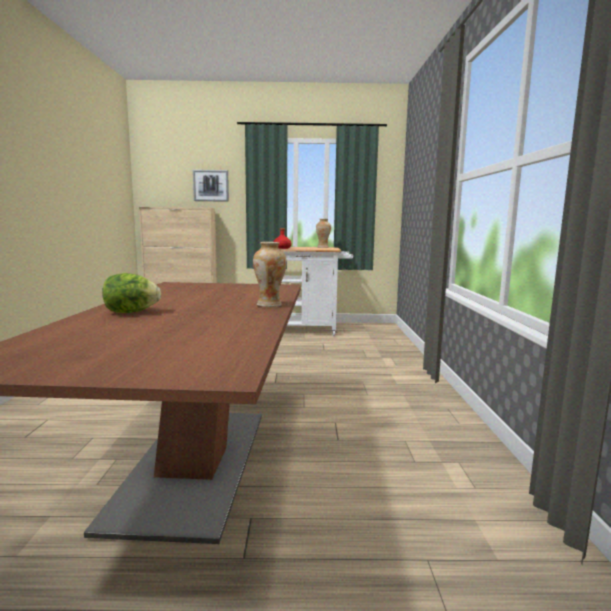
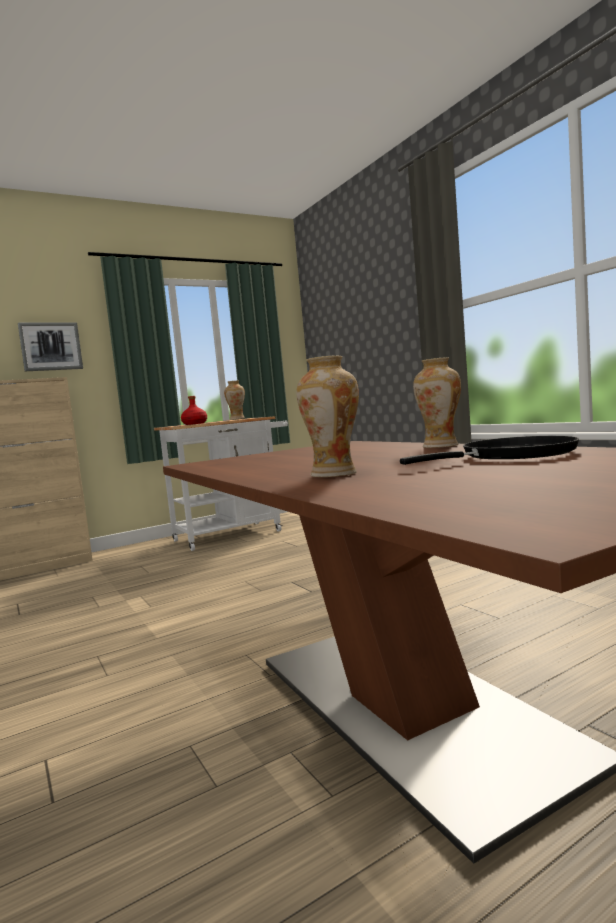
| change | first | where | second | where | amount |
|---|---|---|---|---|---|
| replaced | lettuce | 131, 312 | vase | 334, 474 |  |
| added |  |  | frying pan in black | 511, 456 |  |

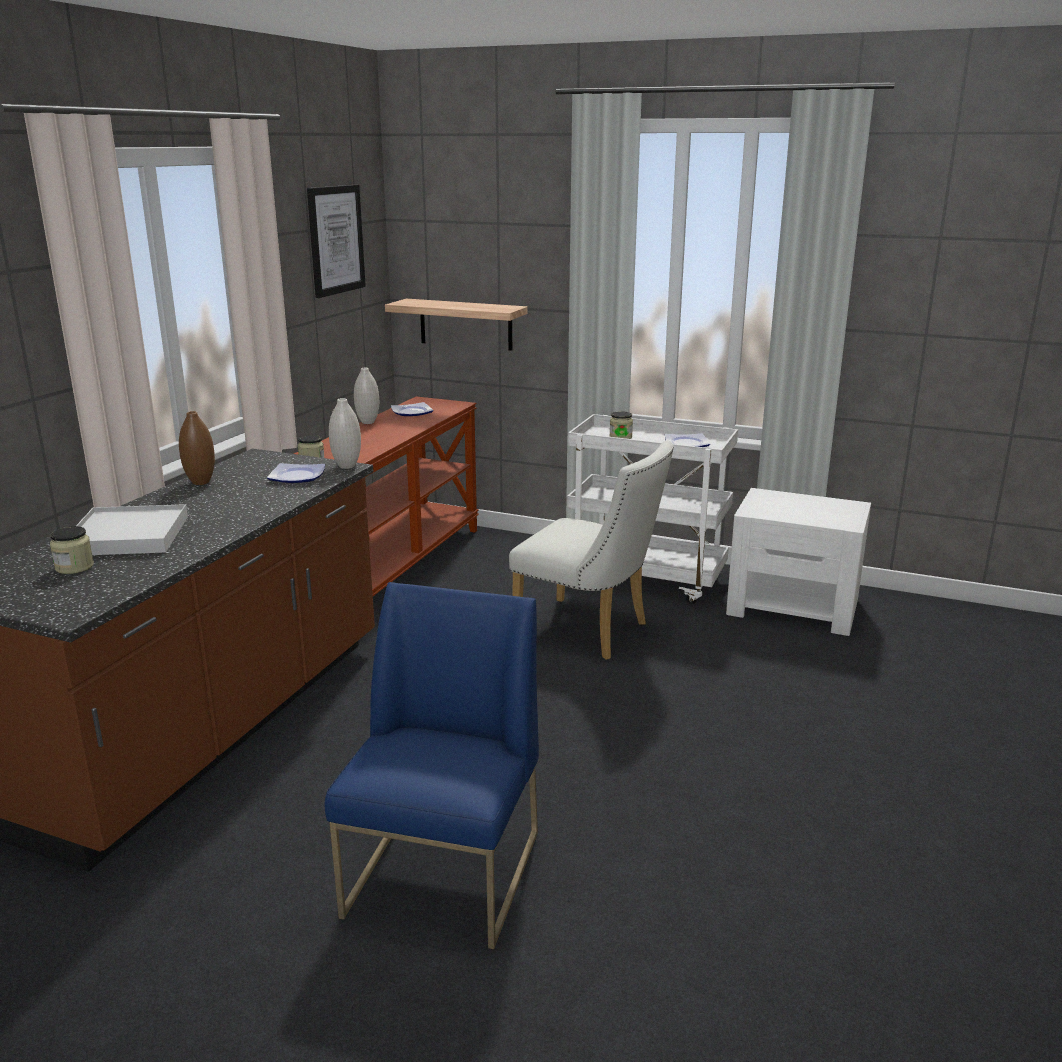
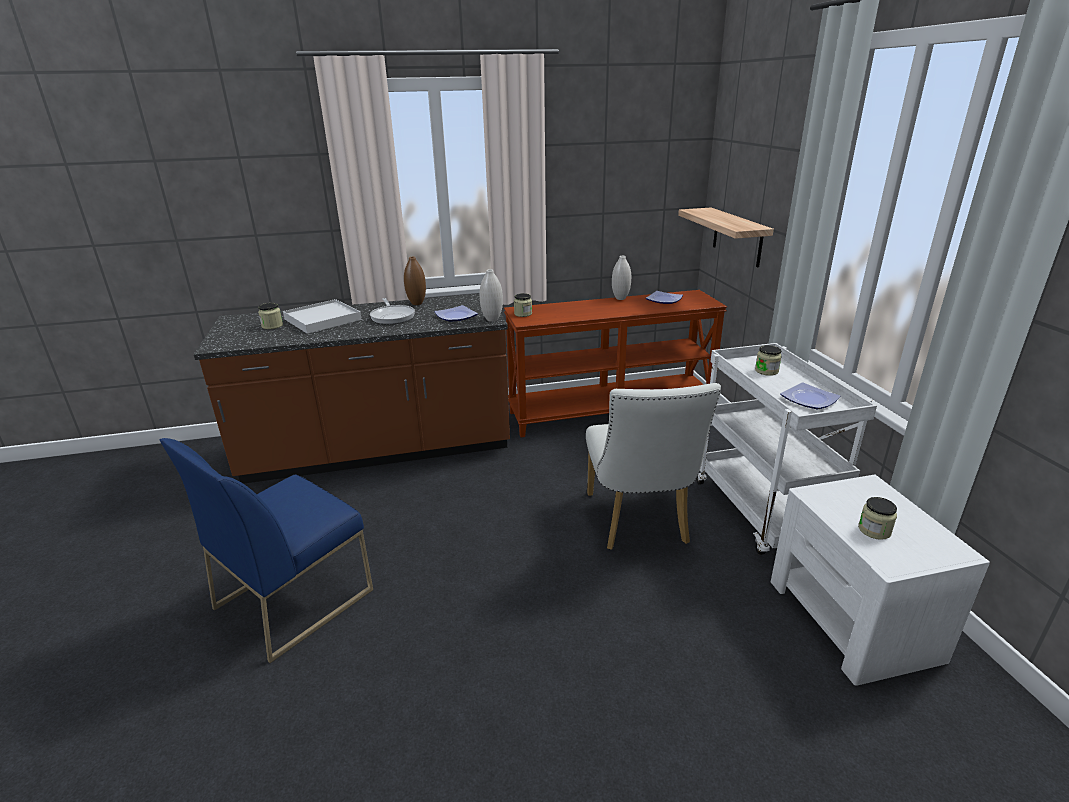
| change | first | where | second | where | amount |
|---|---|---|---|---|---|
| turned | chair in blue | 445, 875 |  | 294, 597 | 150 degrees clockwise |
| added |  |  | frying pan | 392, 316 |  |
| added |  |  | jar | 874, 530 |  |
| removed | picture | 336, 240 |  |  |  |

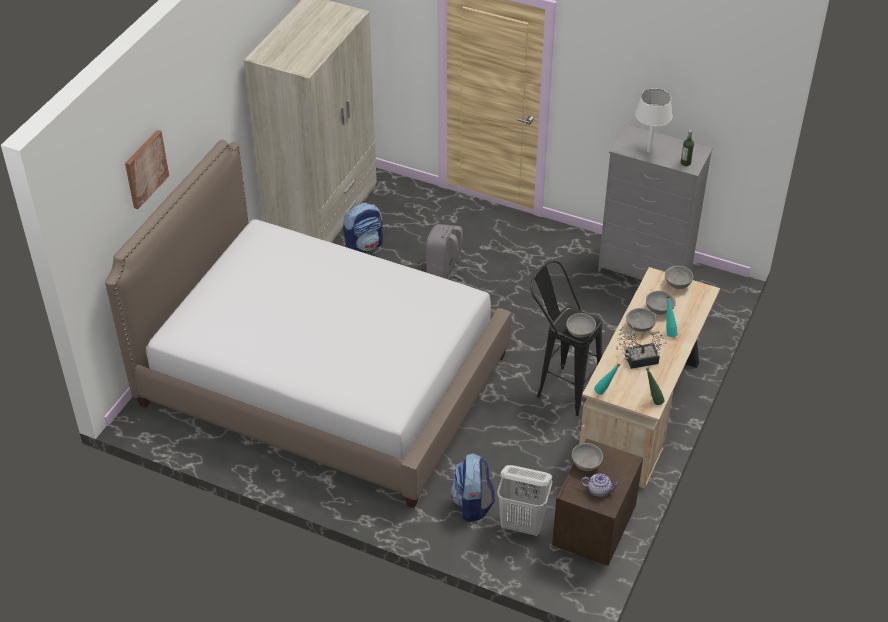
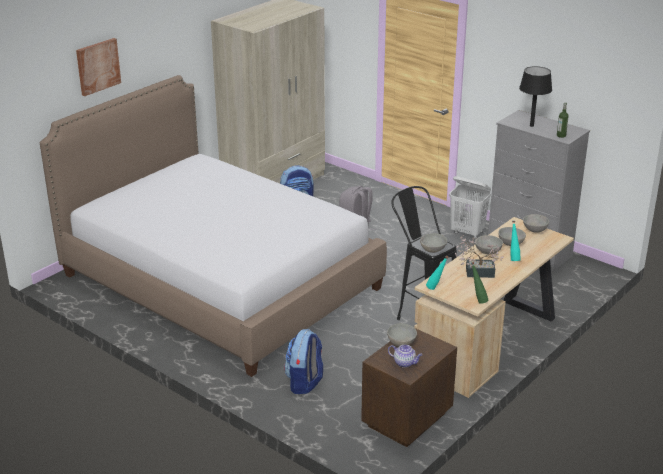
| change | first | where | second | where | amount |
|---|---|---|---|---|---|
| moved | laundry basket in white | 523, 524 |  | 467, 232 |  |
| recoloured | table lamp in white | 649, 151 | table lamp in black | 531, 126 |  |

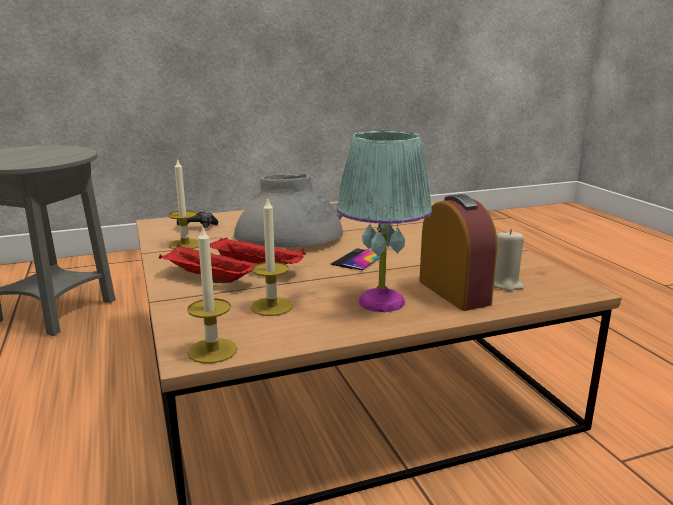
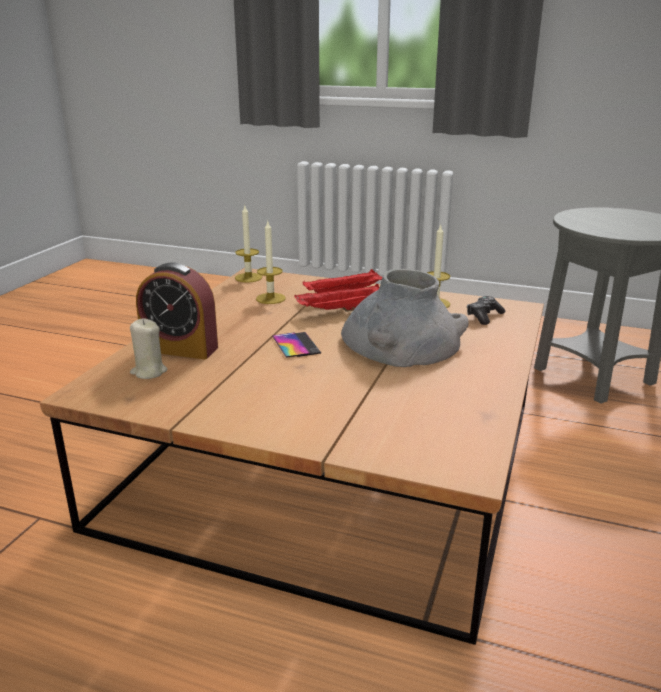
| change | first | where | second | where | amount |
|---|---|---|---|---|---|
| removed | table lamp in turquoise | 380, 302 |  |  |  |

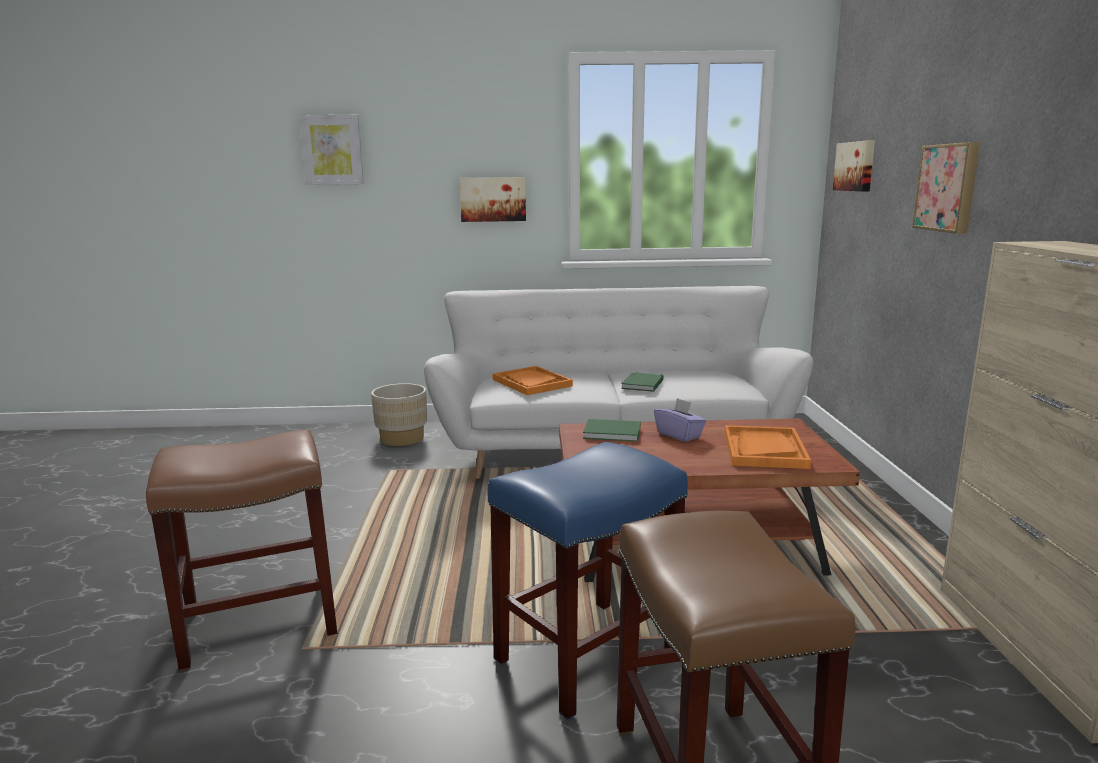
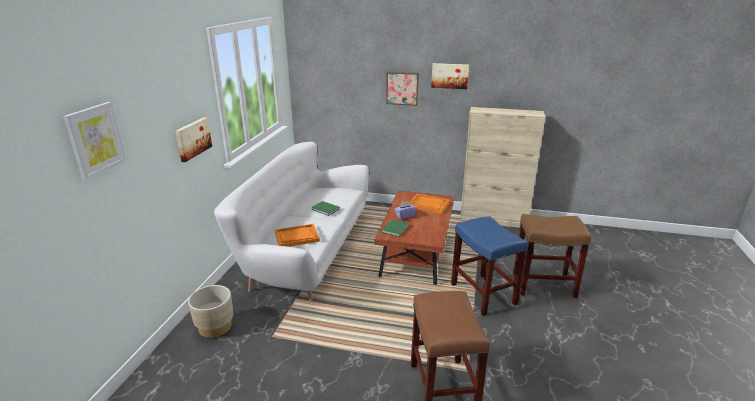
| change | first | where | second | where | amount |
|---|---|---|---|---|---|
| moved | picture | 856, 166 |  | 450, 75 |  |

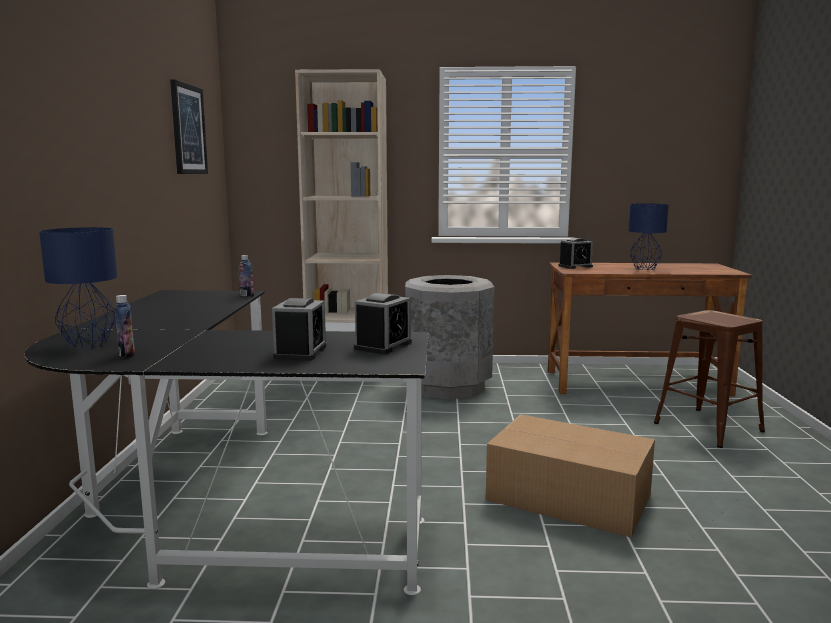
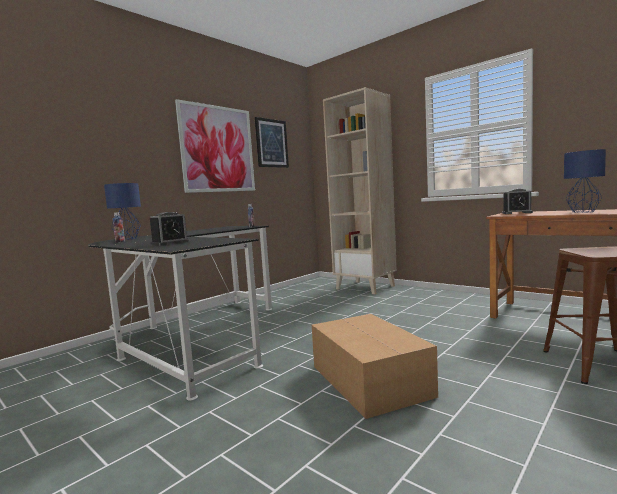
| change | first | where | second | where | amount |
|---|---|---|---|---|---|
| added |  |  | picture | 218, 149 |  |
| removed | alarm clock | 383, 345 |  |  |  |
| removed | trash can in grey | 447, 386 |  |  |  |

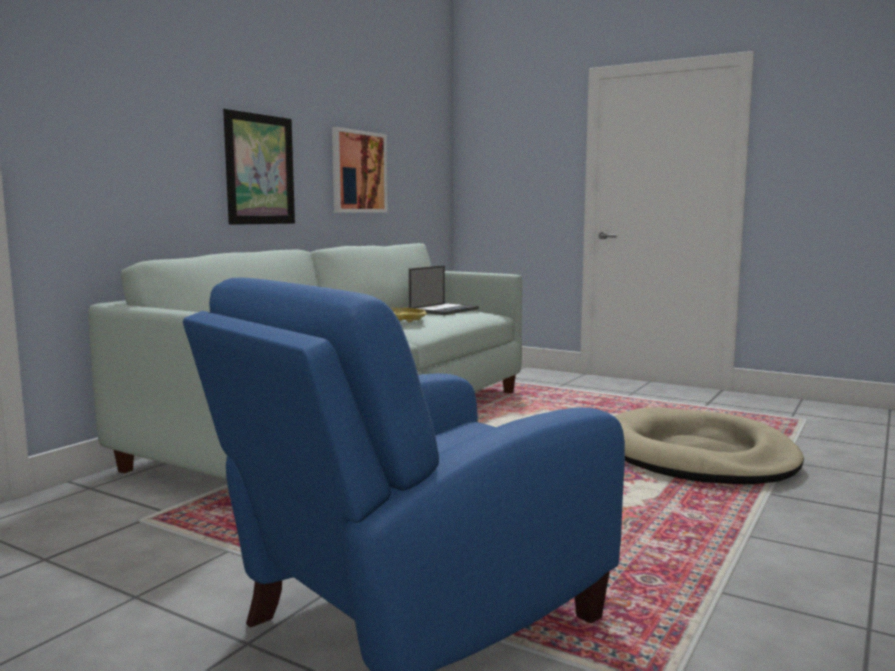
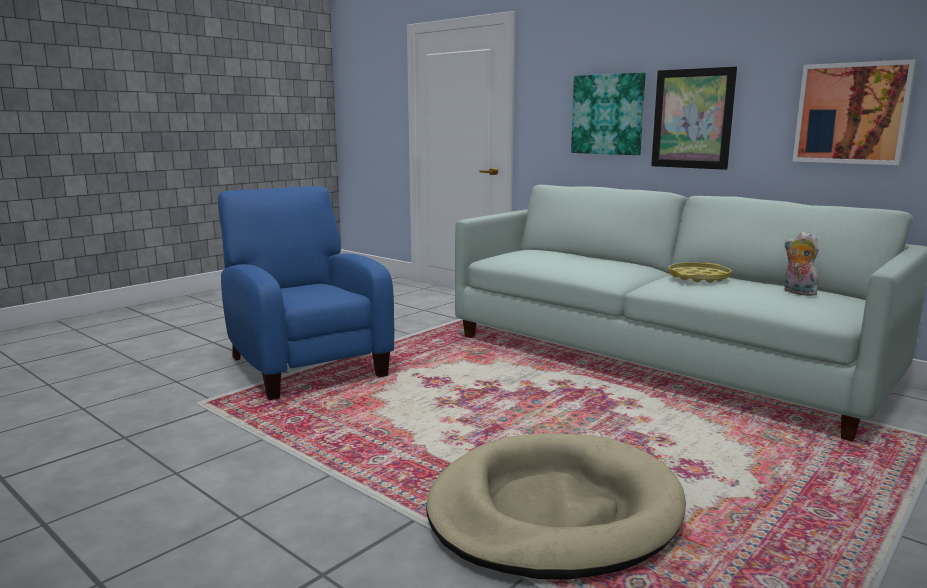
| change | first | where | second | where | amount |
|---|---|---|---|---|---|
| added |  |  | picture | 608, 114 |  |
| replaced | laptop | 444, 310 | plush toy | 797, 292 |  |

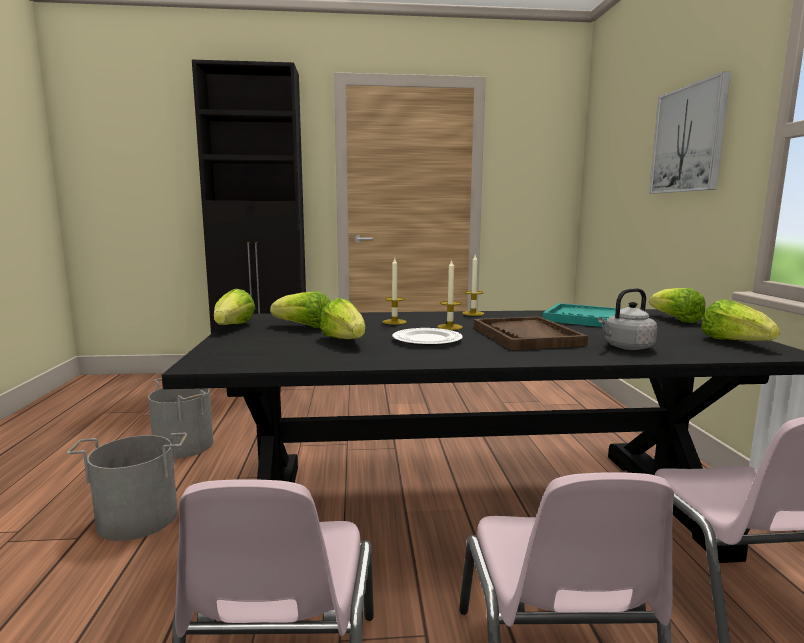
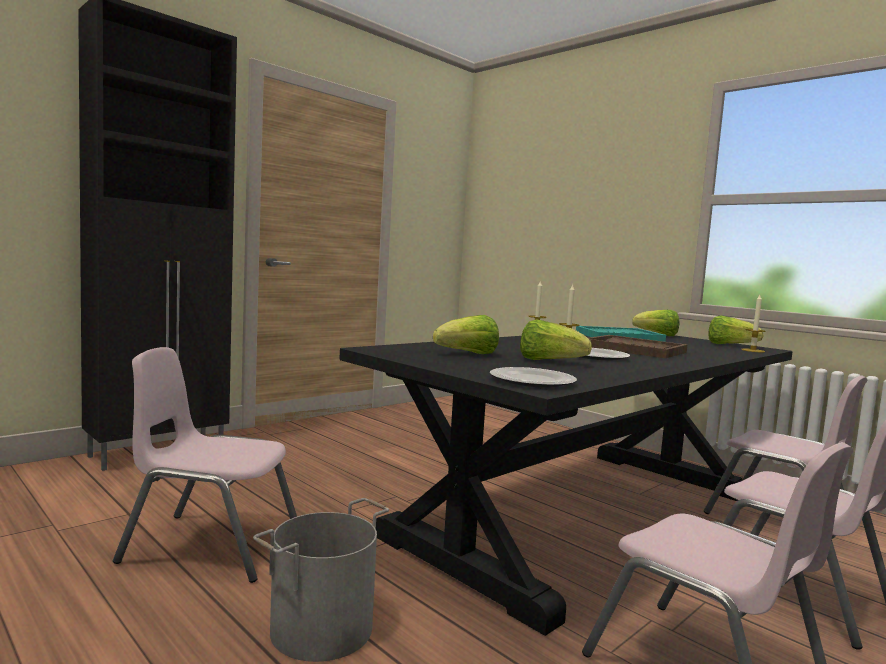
| change | first | where | second | where | amount |
|---|---|---|---|---|---|
| replaced | bucket in grey | 184, 445 | chair in pink | 211, 545 |  |
| added |  |  | plate | 531, 381 |  |
| moved | candle | 394, 322 |  | 753, 350 |  |
| removed | lettuce | 234, 327 |  |  |  |
| removed | kettle in grey | 626, 347 |  |  |  |
| removed | picture | 688, 139 |  |  |  |

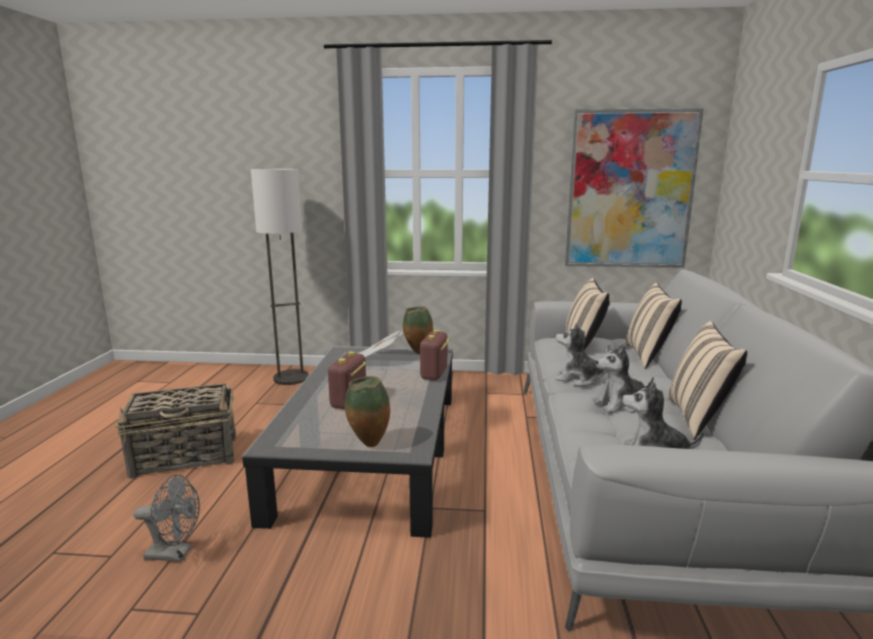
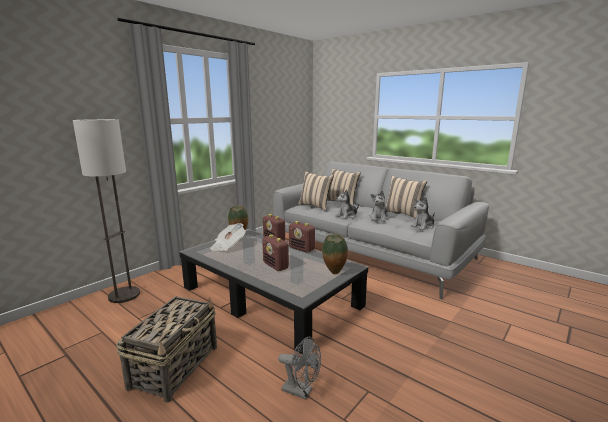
| change | first | where | second | where | amount |
|---|---|---|---|---|---|
| turned | fan in grey | 175, 553 |  | 301, 391 | 75 degrees clockwise |
| added |  |  | radio | 302, 249 |  |
| removed | picture | 630, 190 |  |  |  |

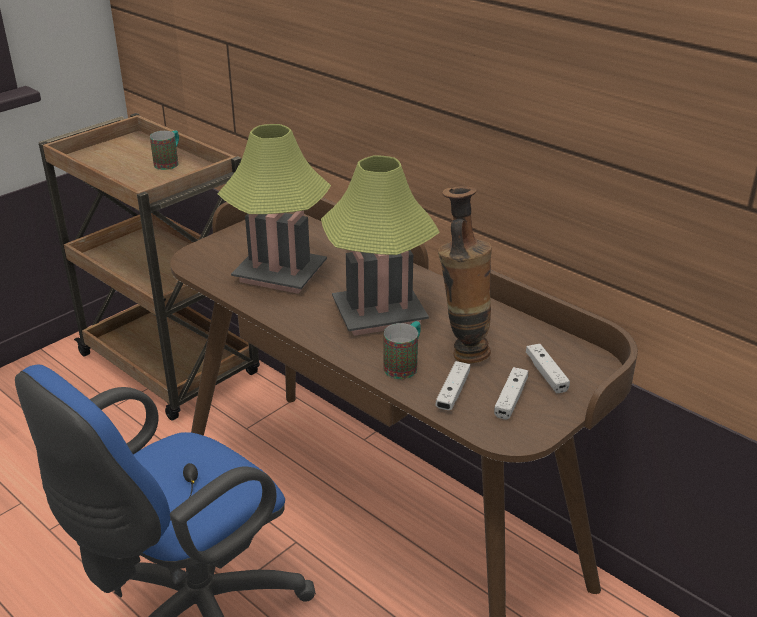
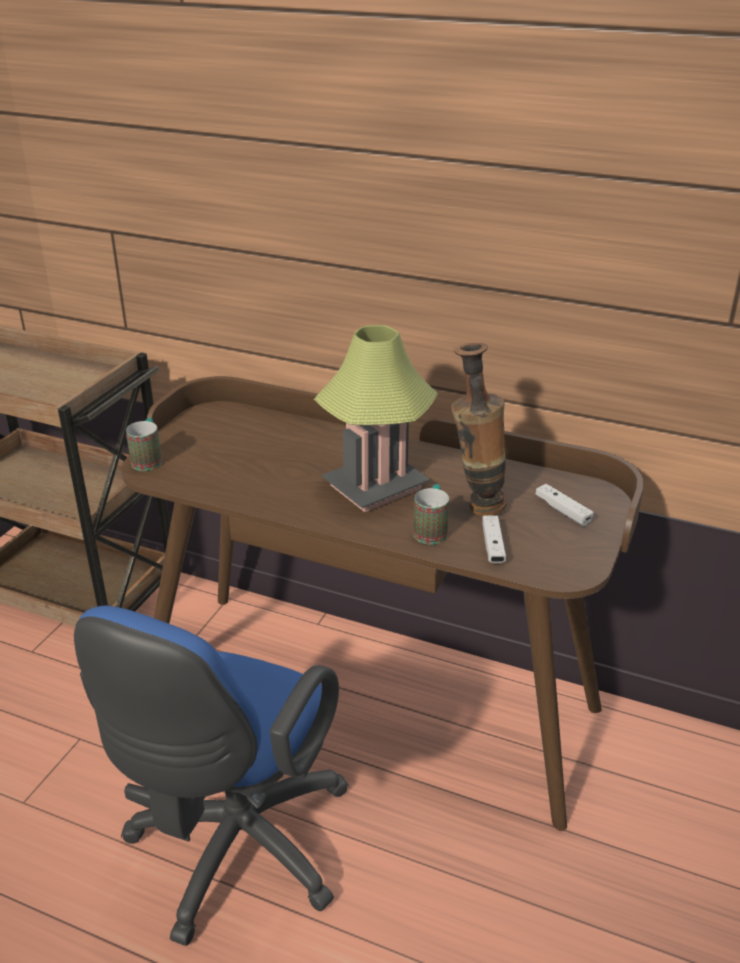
| change | first | where | second | where | amount |
|---|---|---|---|---|---|
| moved | mug | 169, 163 |  | 148, 459 |  |
| removed | table lamp | 280, 274 |  |  |  |
| removed | game controller in white | 510, 399 |  |  |  |

